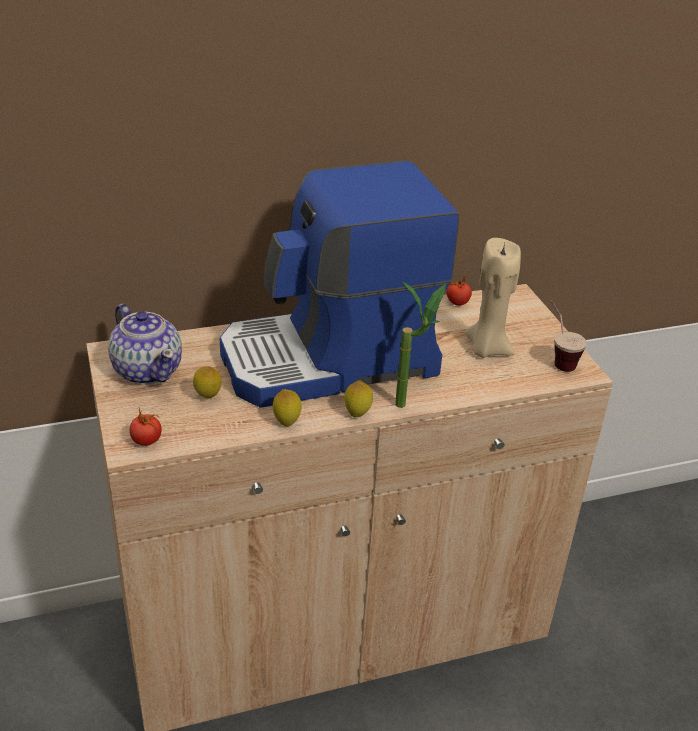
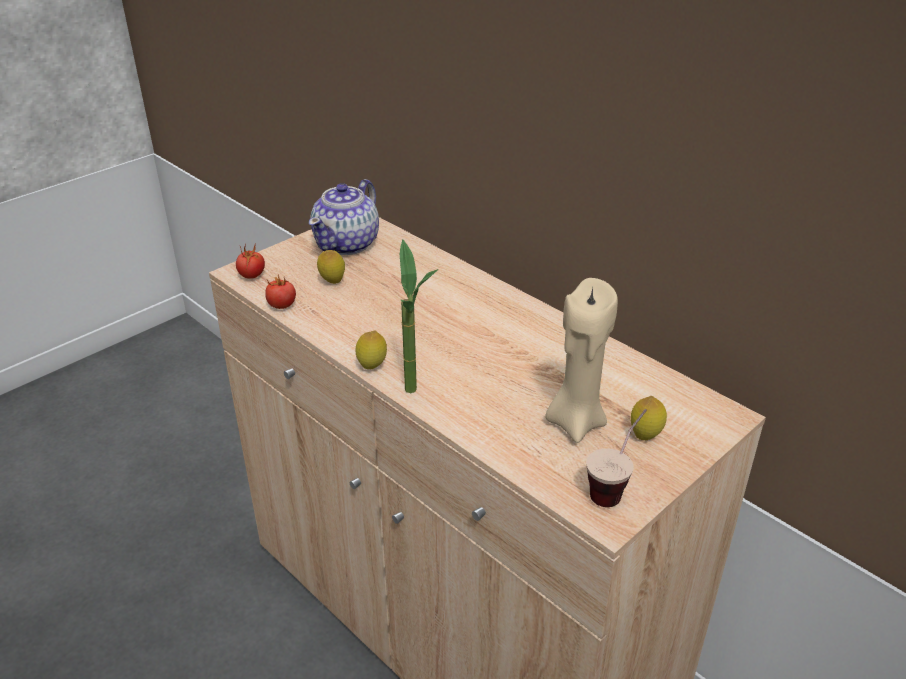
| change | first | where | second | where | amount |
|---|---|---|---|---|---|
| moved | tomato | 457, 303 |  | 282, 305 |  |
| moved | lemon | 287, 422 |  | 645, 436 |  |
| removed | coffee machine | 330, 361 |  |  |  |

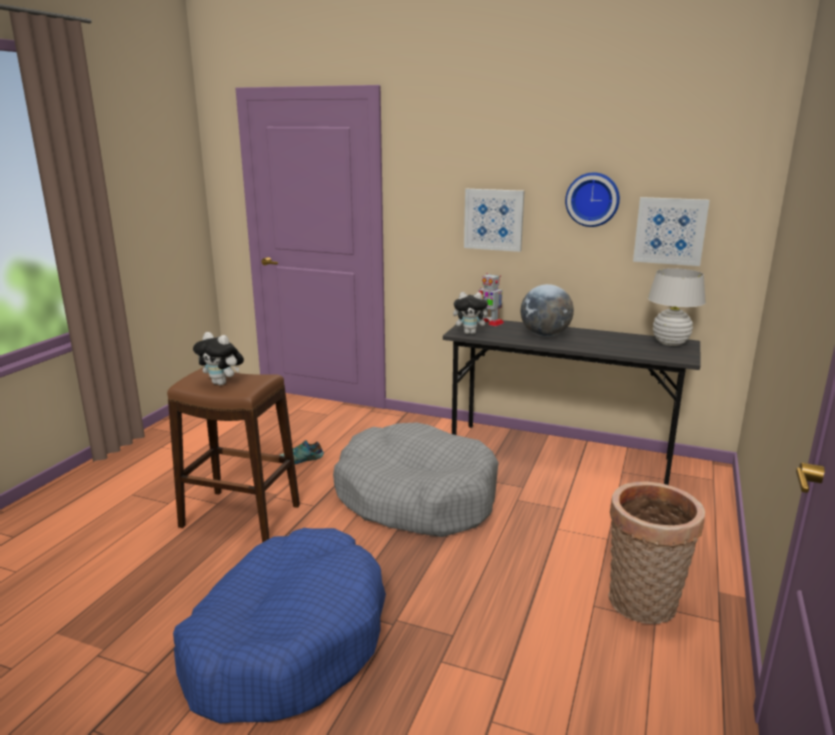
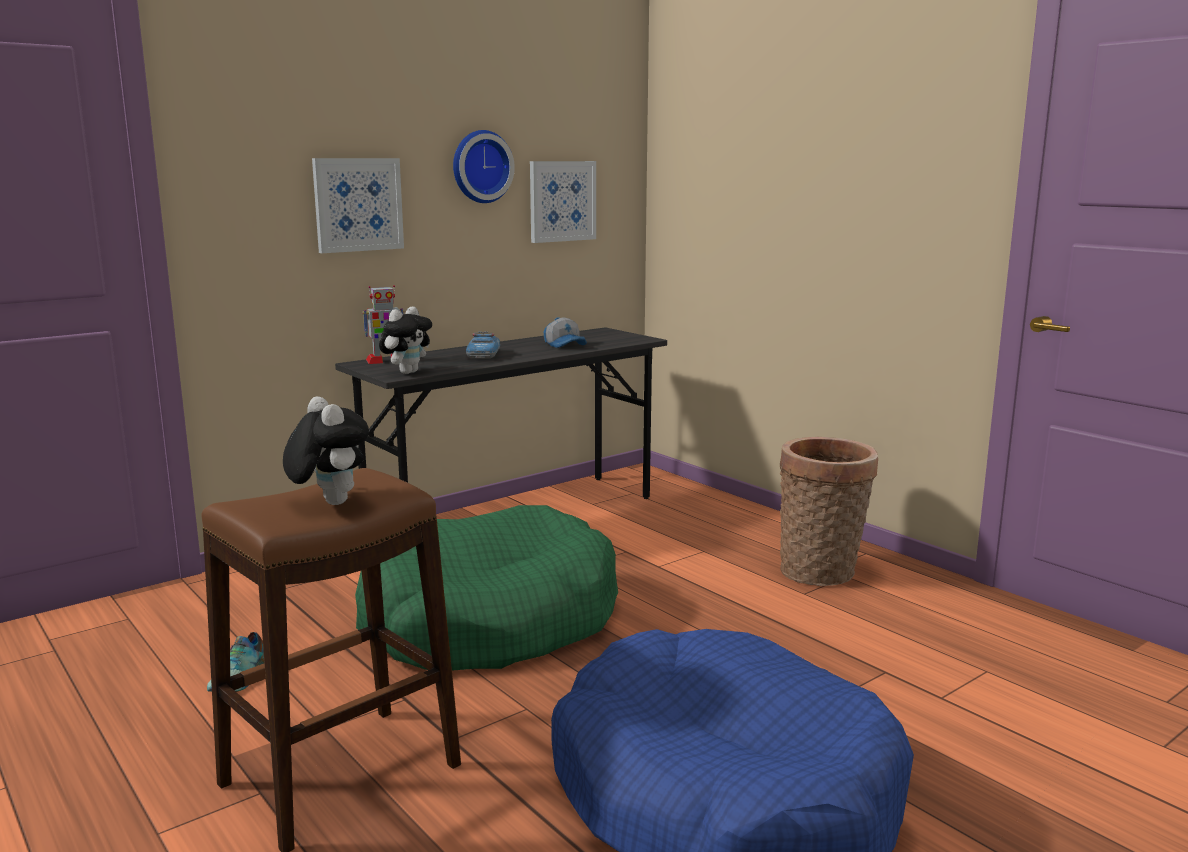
| change | first | where | second | where | amount |
|---|---|---|---|---|---|
| turned | plush toy | 222, 383 |  | 328, 502 | 90 degrees counterclockwise |
| recoloured | dog bed in grey | 416, 497 | dog bed in green | 489, 620 |  |
| replaced | globe | 545, 335 | toy car | 484, 354 |  |
| added |  |  | cap | 565, 345 |  |
| removed | table lamp in white | 670, 343 |  |  |  |

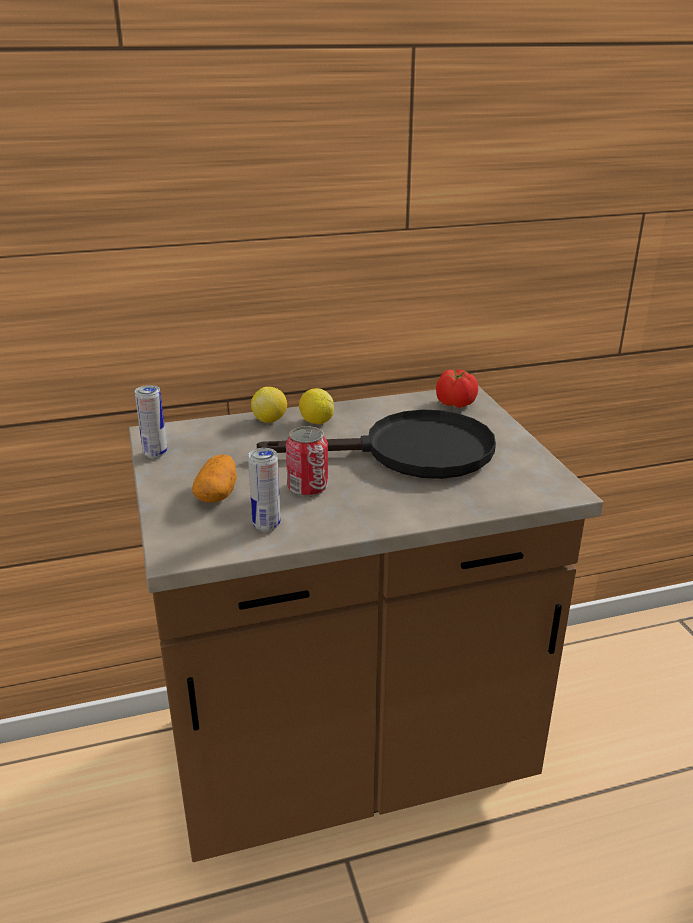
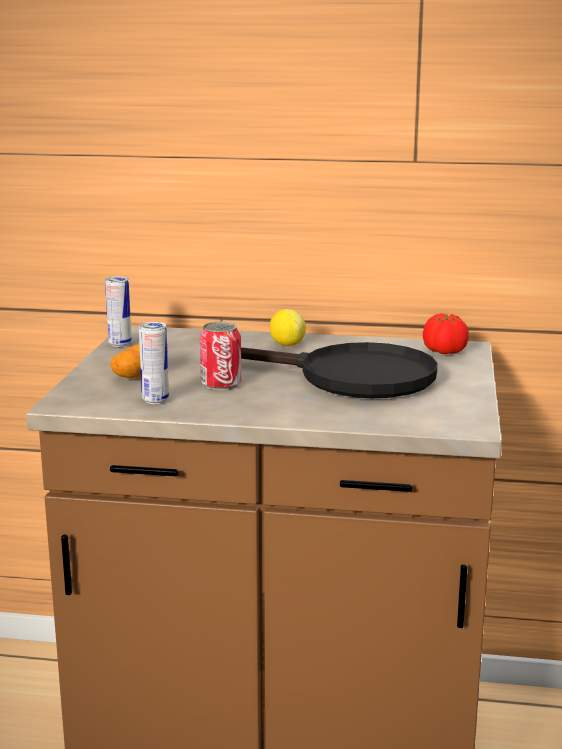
| change | first | where | second | where | amount |
|---|---|---|---|---|---|
| removed | lemon | 270, 420 |  |  |  |

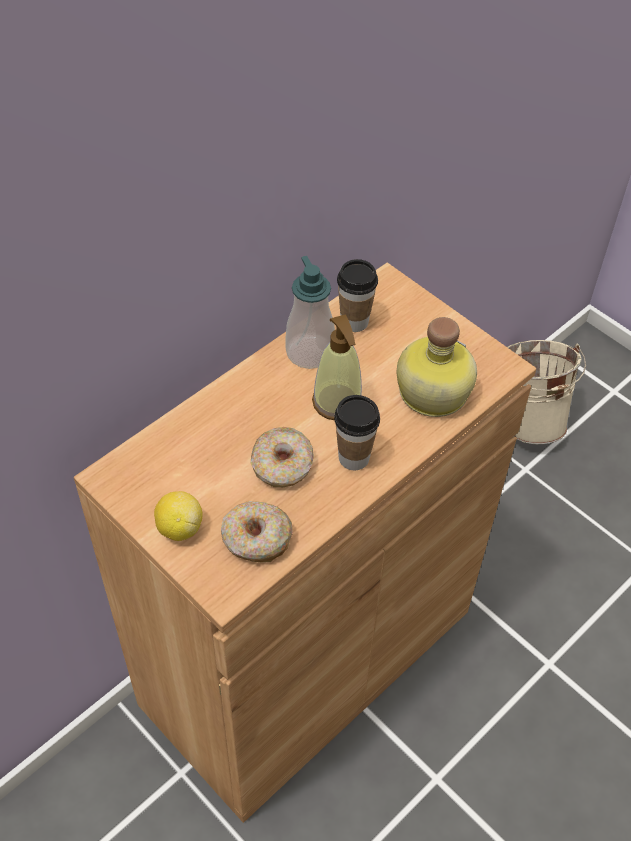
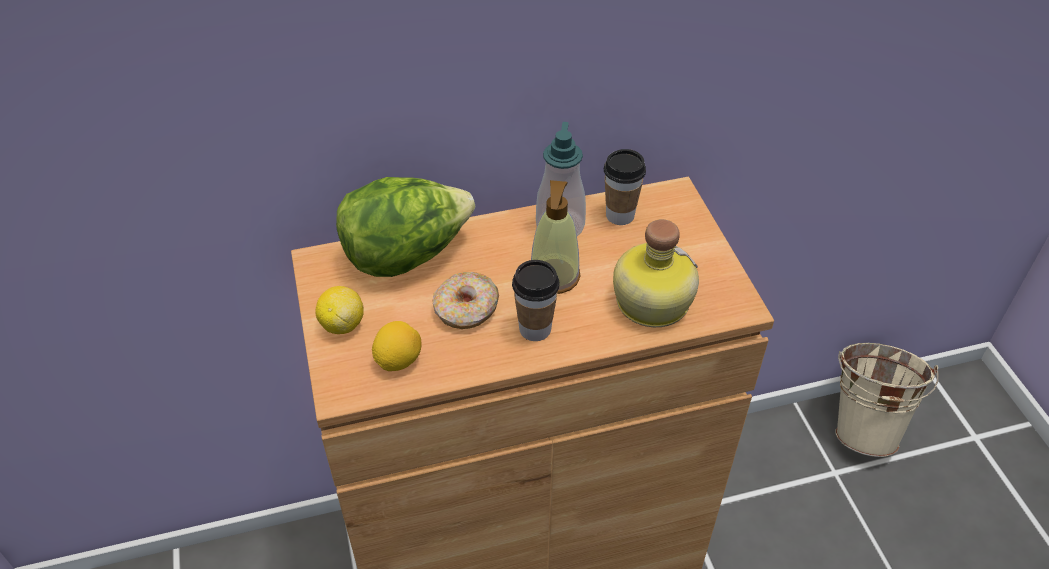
| change | first | where | second | where | amount |
|---|---|---|---|---|---|
| added |  |  | lettuce | 407, 255 |  |
| replaced | donut | 256, 539 | lemon | 398, 360 |  |

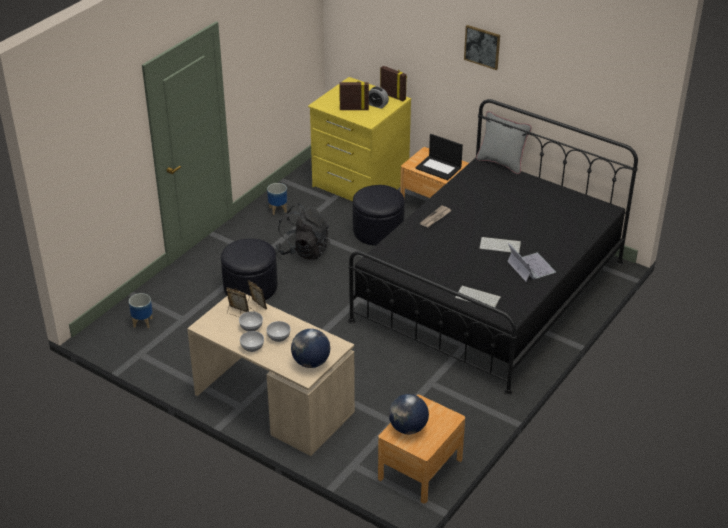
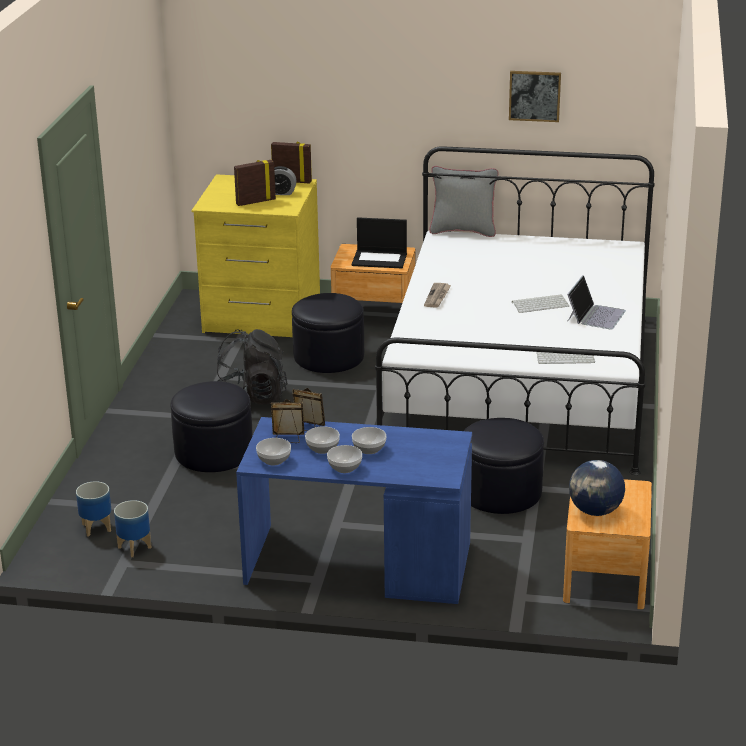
| change | first | where | second | where | amount |
|---|---|---|---|---|---|
| moved | planter | 278, 210 |  | 135, 548 |  |
| recoloured | desk in beige | 272, 403 | desk in blue | 356, 564 |  |
| added |  |  | bowl | 273, 460 |  |
| recoloured | bed in black | 489, 291 | bed in white | 519, 382 |  |
| added |  |  | ottoman in black | 500, 492 |  |
| moved | picture | 482, 47 |  | 534, 95 |  |
| turned | laptop | 530, 267 |  | 595, 315 | 75 degrees clockwise |
| removed | globe | 311, 363 |  |  |  |

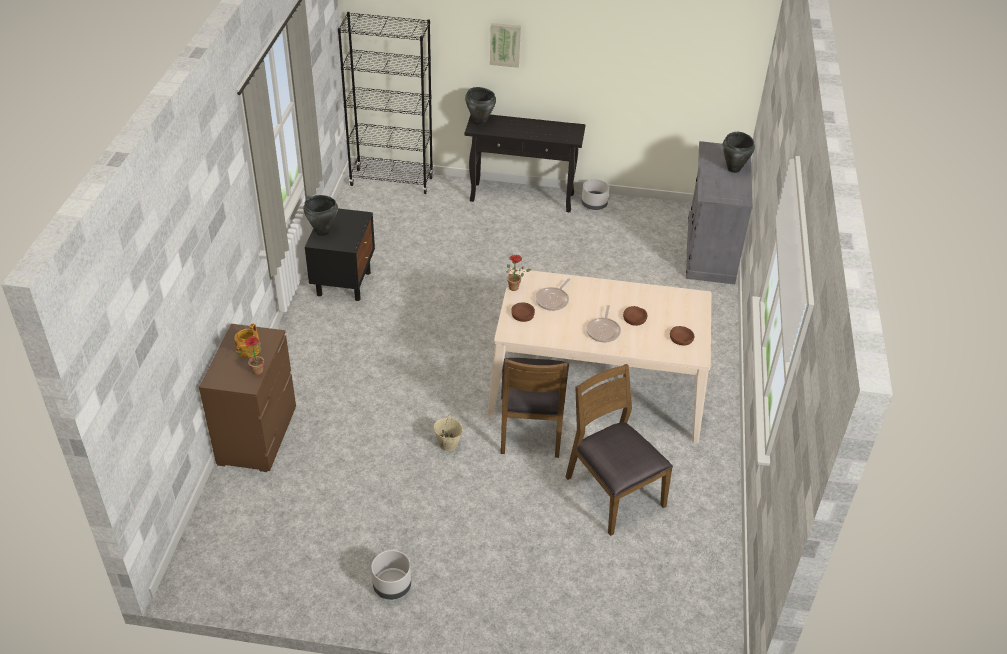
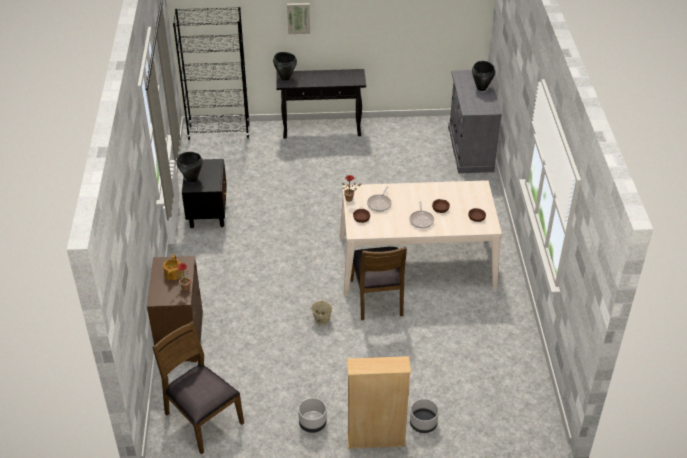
| change | first | where | second | where | amount |
|---|---|---|---|---|---|
| moved | chair in brown | 613, 492 |  | 202, 419 |  |
| added |  |  | bookcase in beige | 376, 439 |  |
| moved | planter in grey | 594, 204 |  | 423, 424 |  |

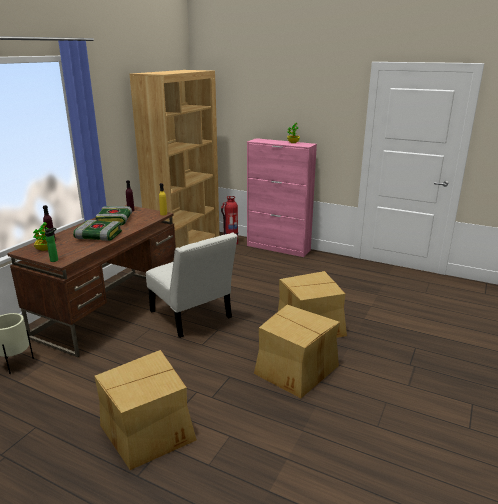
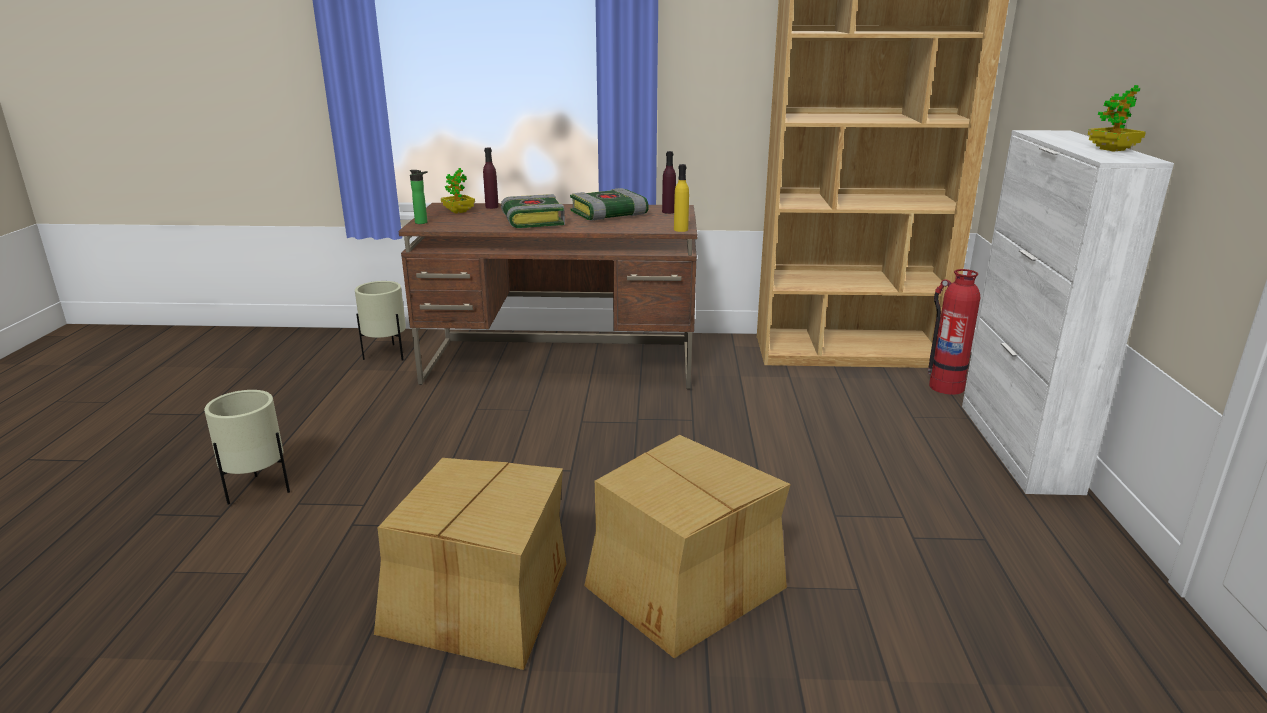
| change | first | where | second | where | amount |
|---|---|---|---|---|---|
| replaced | cardboard box | 149, 429 | planter in beige | 258, 491 |  |
| recoloured | cabinet in pink | 278, 248 | cabinet in white | 1018, 447 |  |
| removed | chair in white | 192, 317 |  |  |  |

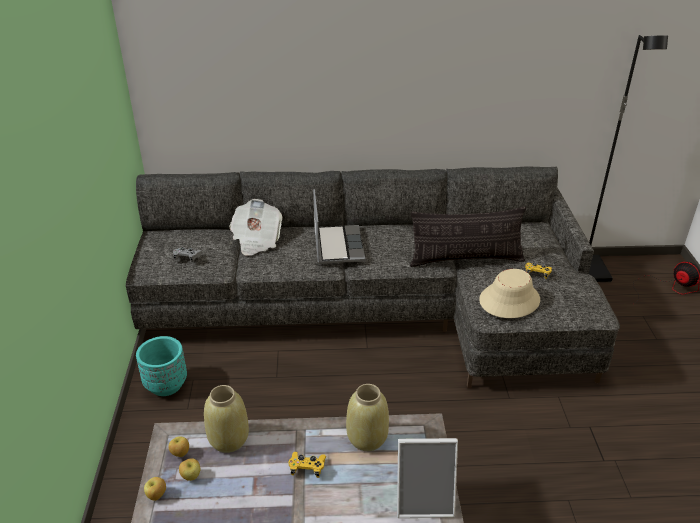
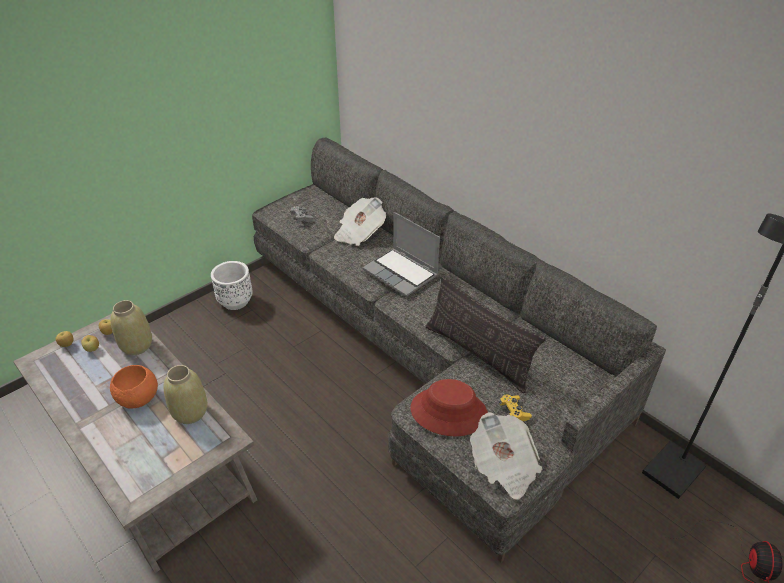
| change | first | where | second | where | amount |
|---|---|---|---|---|---|
| replaced | game controller in yellow | 307, 468 | bowl in orange | 137, 398 |  |
| recoloured | planter in turquoise | 166, 385 | planter in white | 235, 301 |  |
| turned | laptop | 337, 245 |  | 401, 273 | 90 degrees clockwise |
| recoloured | hat in beige | 509, 300 | hat in red | 449, 412 |  |
| added |  |  | newspaper | 504, 467 |  |
| removed | picture frame | 424, 500 |  |  |  |

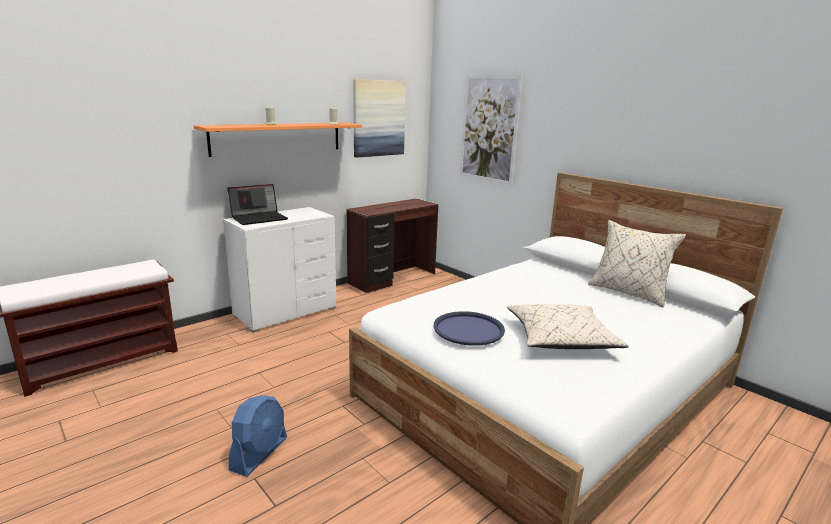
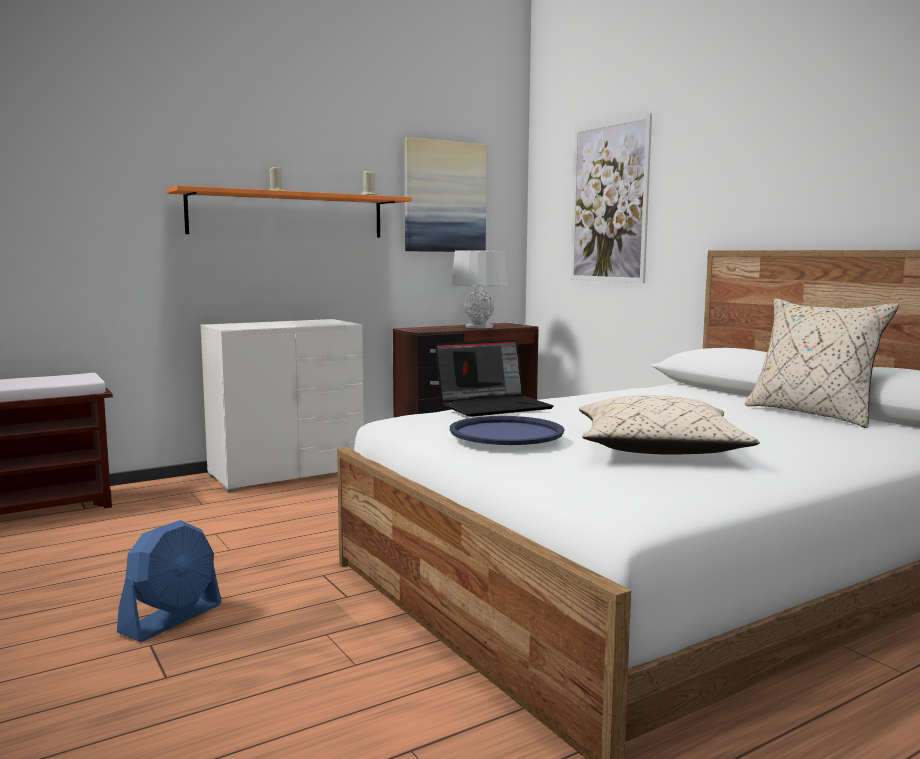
| change | first | where | second | where | amount |
|---|---|---|---|---|---|
| moved | laptop | 259, 218 |  | 494, 406 |  |
| added |  |  | table lamp in grey | 479, 327 |  |

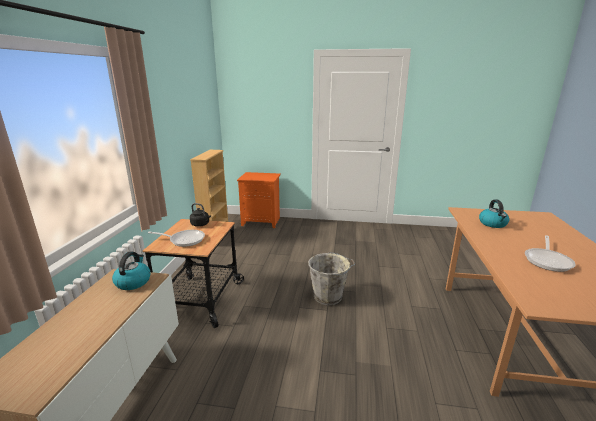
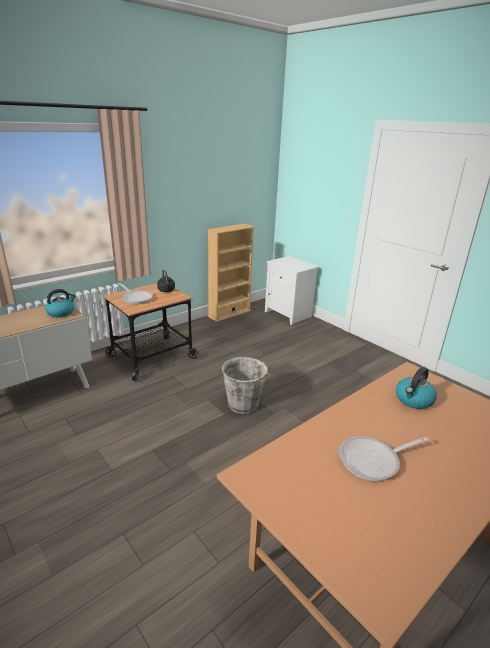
| change | first | where | second | where | amount |
|---|---|---|---|---|---|
| recoloured | nightstand in orange | 262, 221 | nightstand in white | 289, 314 |  |

